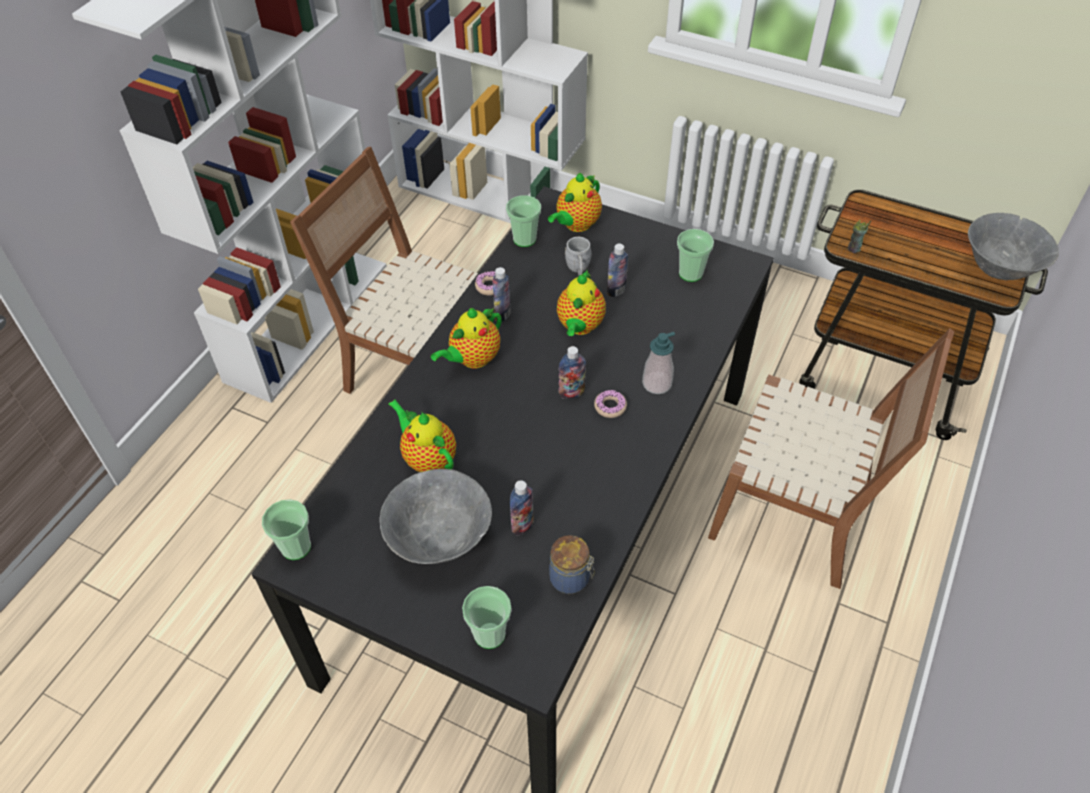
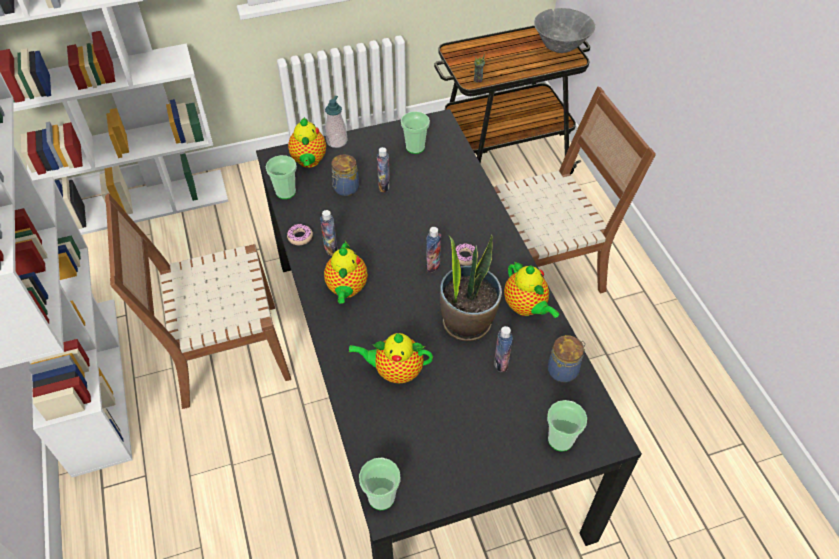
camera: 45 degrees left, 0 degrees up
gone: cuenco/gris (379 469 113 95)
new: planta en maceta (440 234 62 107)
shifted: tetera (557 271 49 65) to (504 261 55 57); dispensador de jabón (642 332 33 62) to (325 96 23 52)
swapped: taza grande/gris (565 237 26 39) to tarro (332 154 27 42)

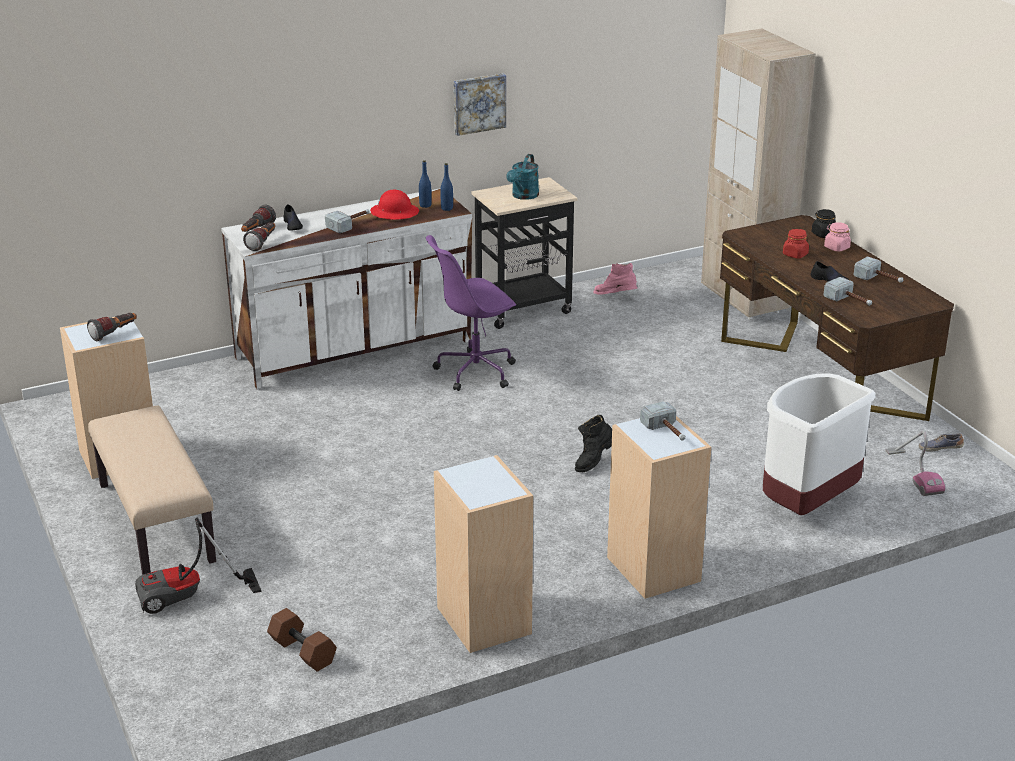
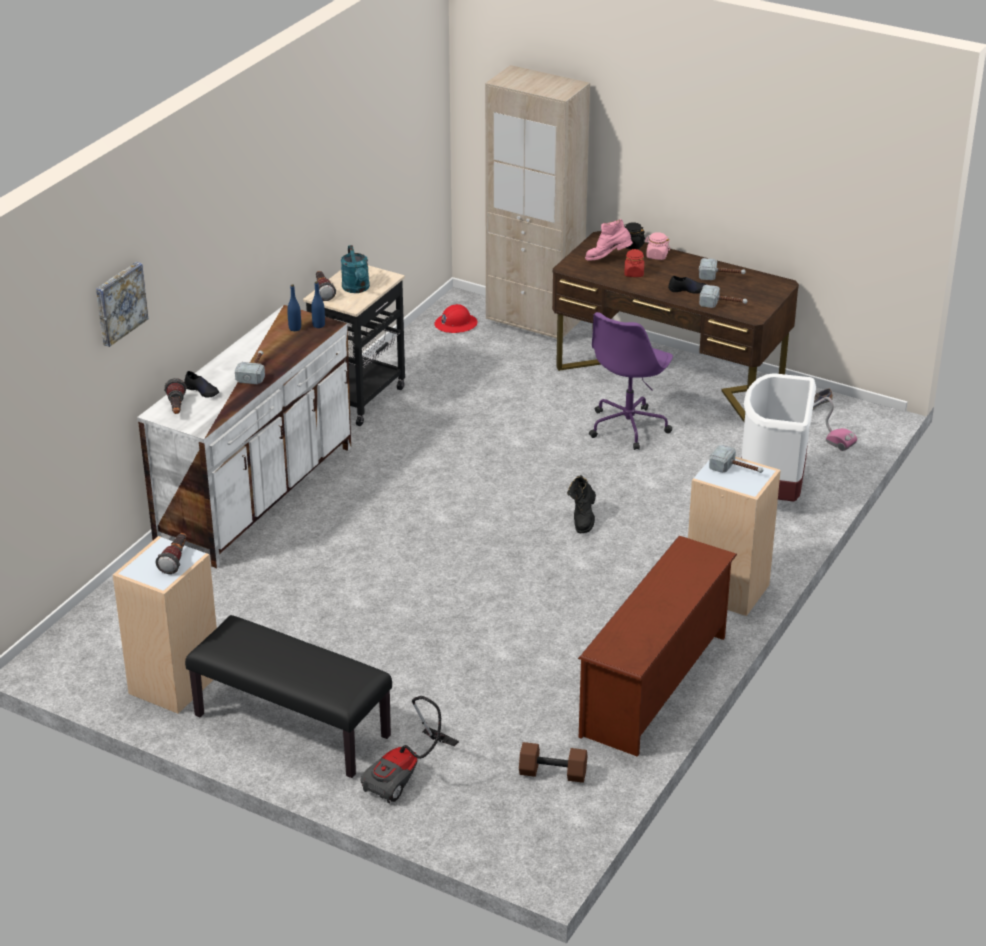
camera: 35 degrees left, 5 degrees up
shifted: cuadro (454 73 52 63) to (96 262 52 85); casco/rojo (370 190 49 30) to (434 304 43 29); linterna (243 223 32 28) to (316 271 20 30); silla de oficina/morado (426 235 90 156) to (589 312 84 138); bota/rosa (593 263 44 32) to (585 219 48 41)
swapped: estantería (434 455 99 198) to zapatero/marrón (578 536 159 221)
repainted: banco/beis (88 405 128 170) to banco/negro (185 615 207 163)

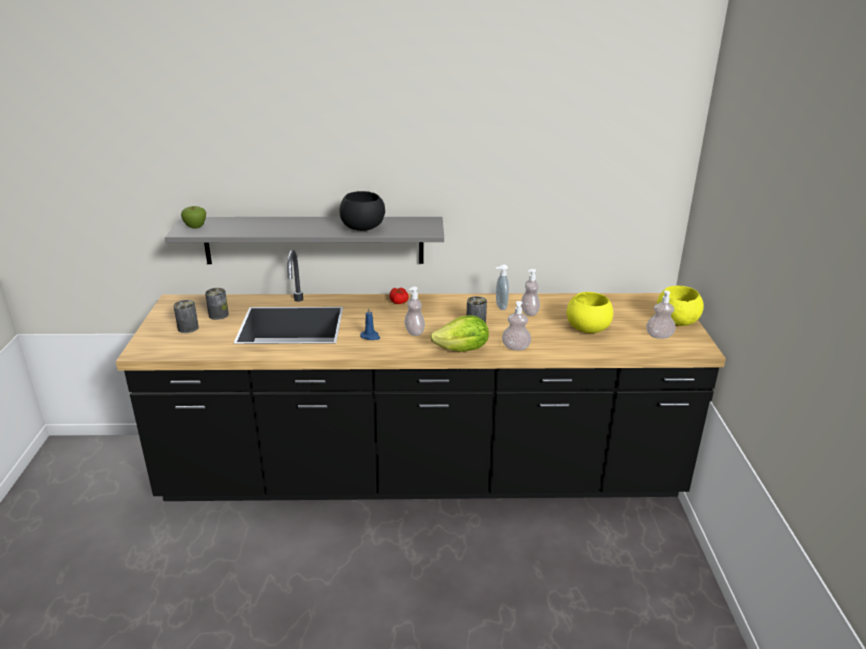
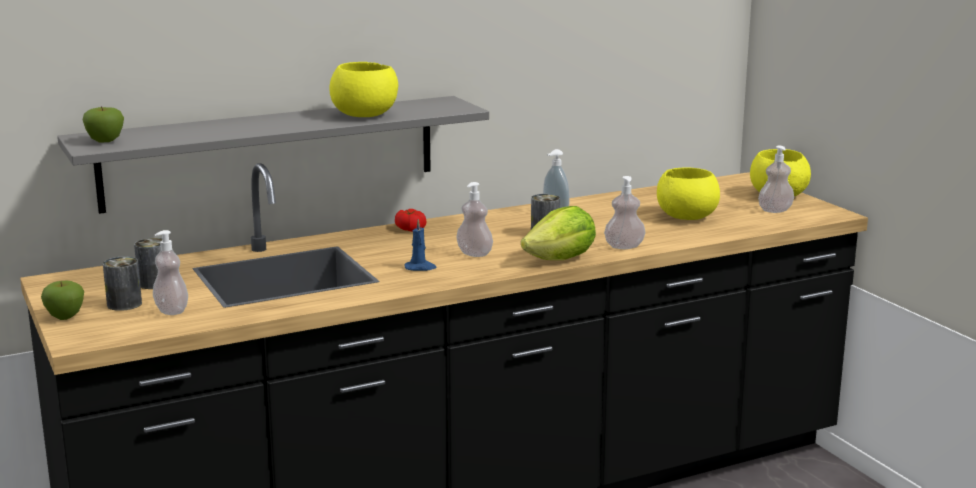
camera: 25 degrees left, 10 degrees down
new: manzana (41 280 43 40)
shifted: dispensador de jabón (521 269 19 47) to (153 230 35 85)
repainted: cuenco/negro (340 191 45 40) to cuenco/amarillo (329 62 69 55)

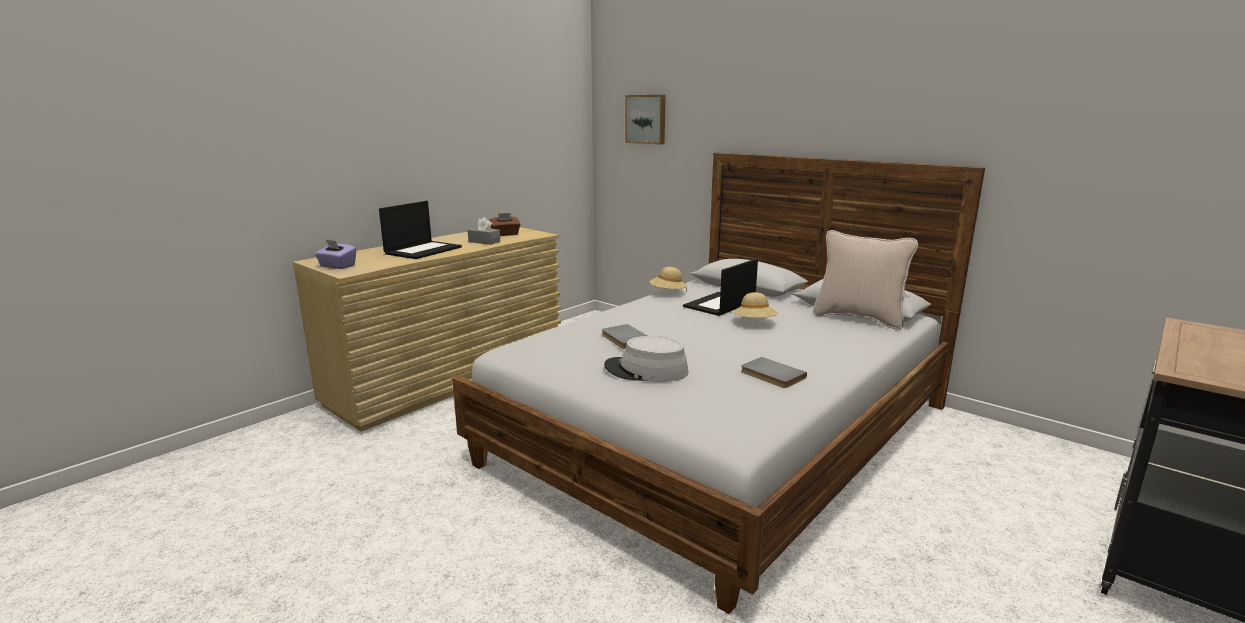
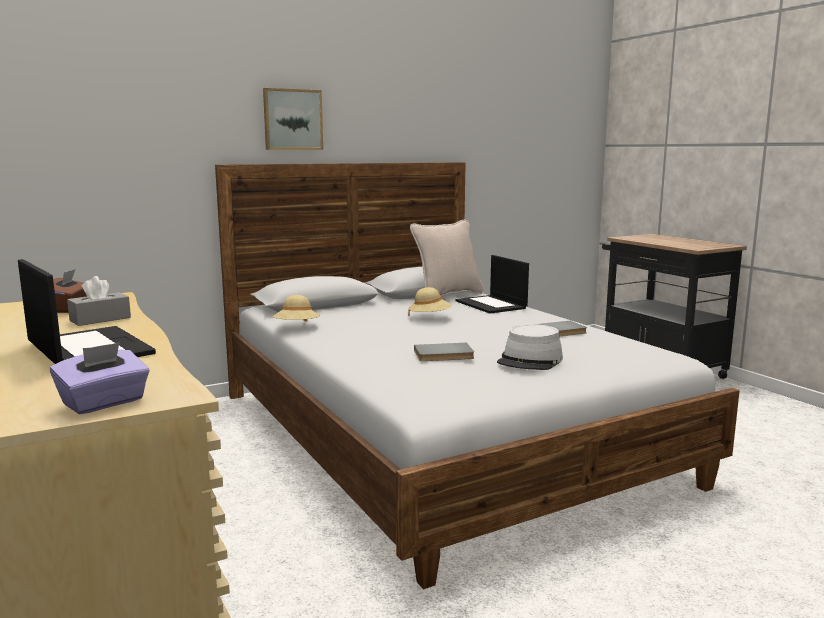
camera: 70 degrees left, 5 degrees down
shifted: cuadro (625 95 41 50) to (263 88 60 62); portátil (683 259 75 57) to (455 255 74 59)

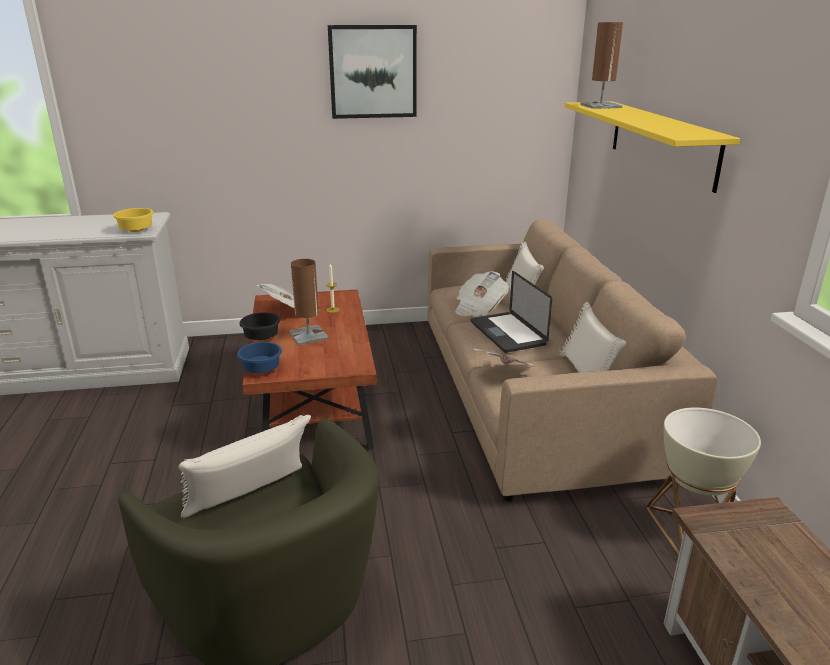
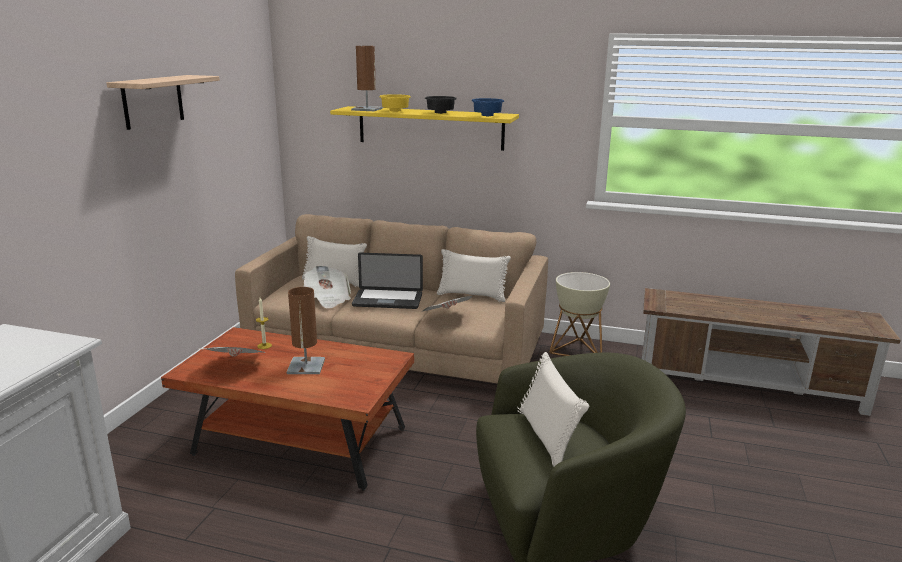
camera: 65 degrees left, 5 degrees down
shifted: cuenco/amarillo (113 208 41 24) to (380 94 31 18); cuenco/negro (239 313 41 27) to (425 96 31 18); cuenco/azul (237 342 45 31) to (472 98 32 18)
swapped: cuadro (328 25 89 94) to estante (106 75 114 55)

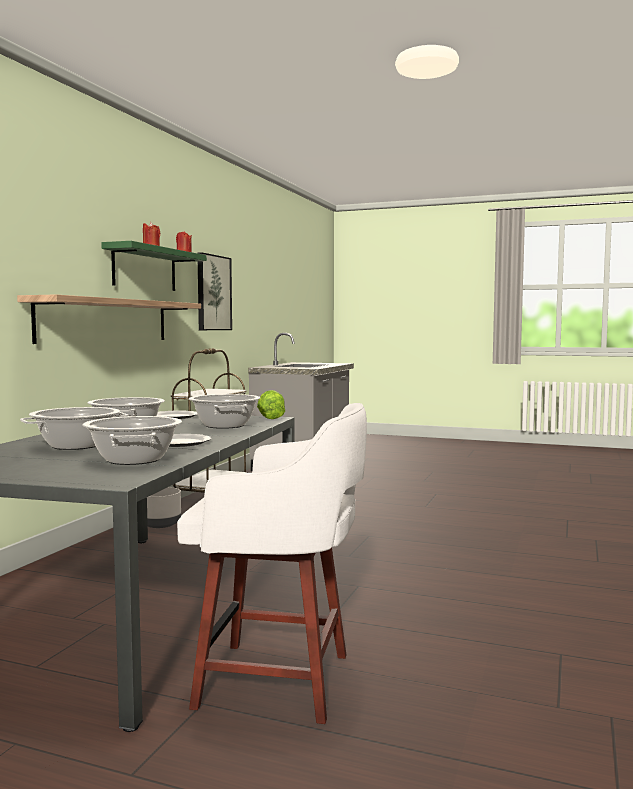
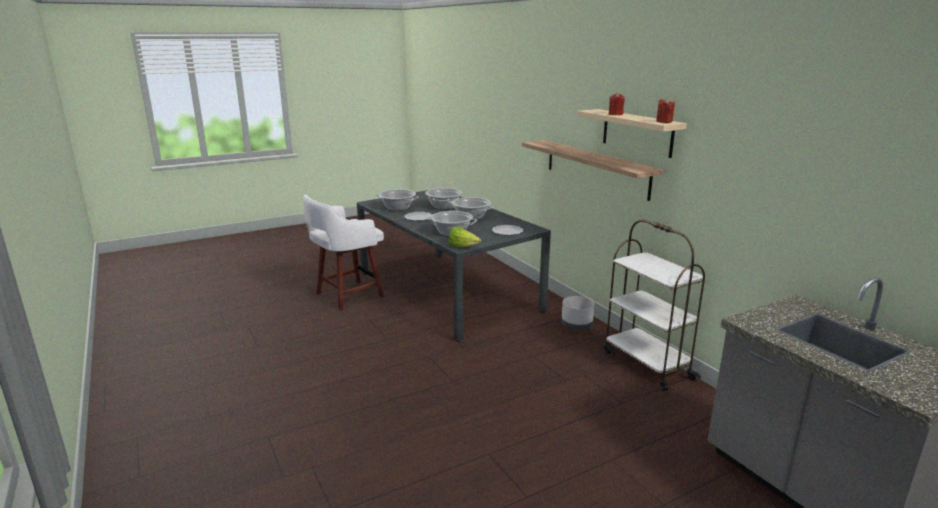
camera: 130 degrees right, 15 degrees up
gone: cuadro (198 252 34 78)
repainted: estante/verde (101 241 106 50) to estante/beis (577 109 110 49)

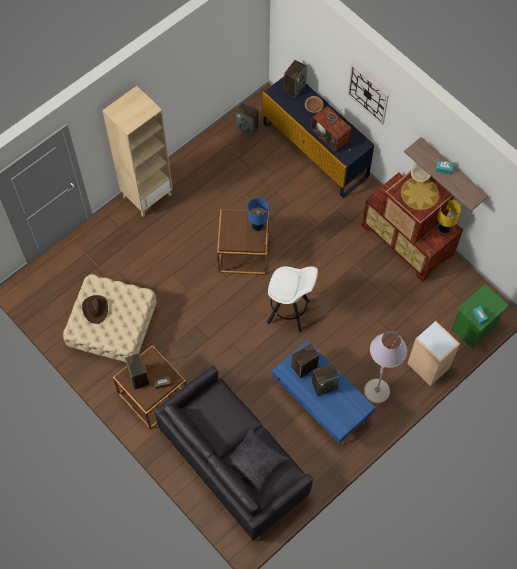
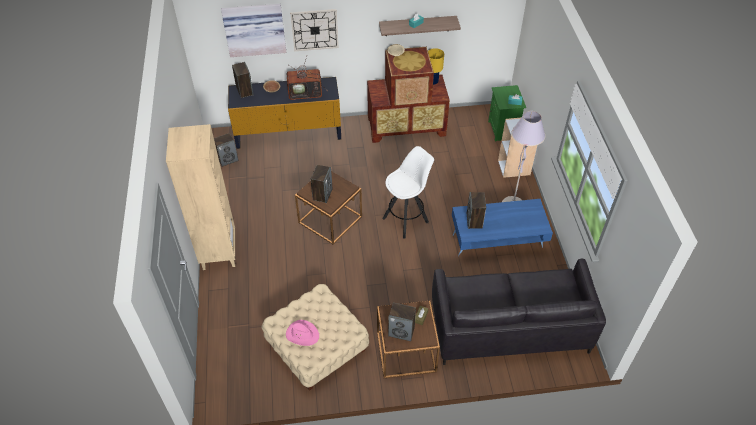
camera: 55 degrees left, 15 degrees down
gone: lámpara de mesa/azul (248 198 20 33); cojín/negro (224 428 64 65)
new: cuadro (221 4 65 53)
shifted: altavoz (312 363 28 33) to (311 165 22 38)
repainted: sombrero/marrón (82 295 26 29) to sombrero/rosa (286 320 33 26)

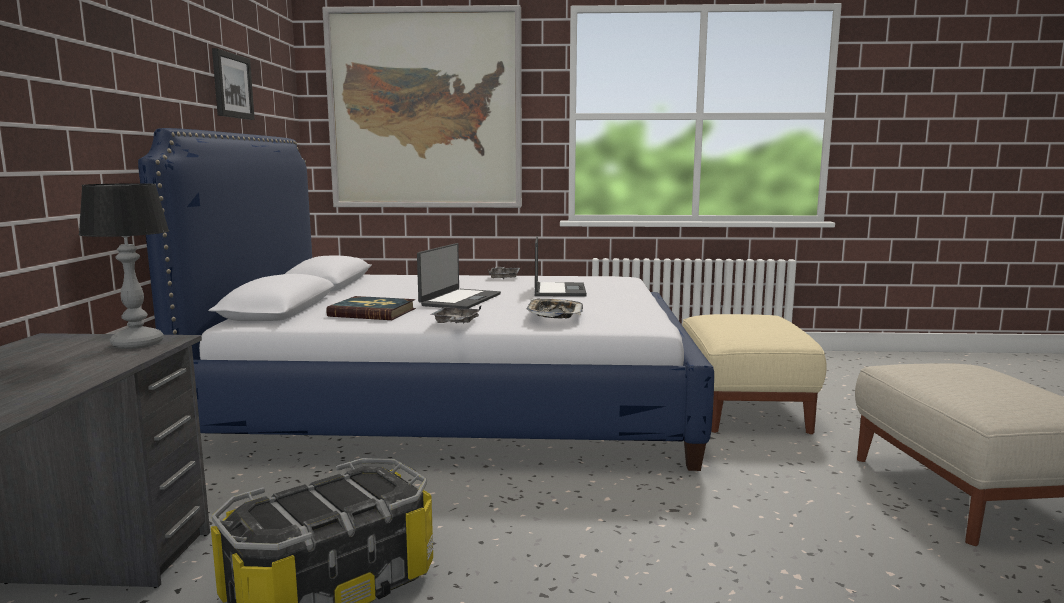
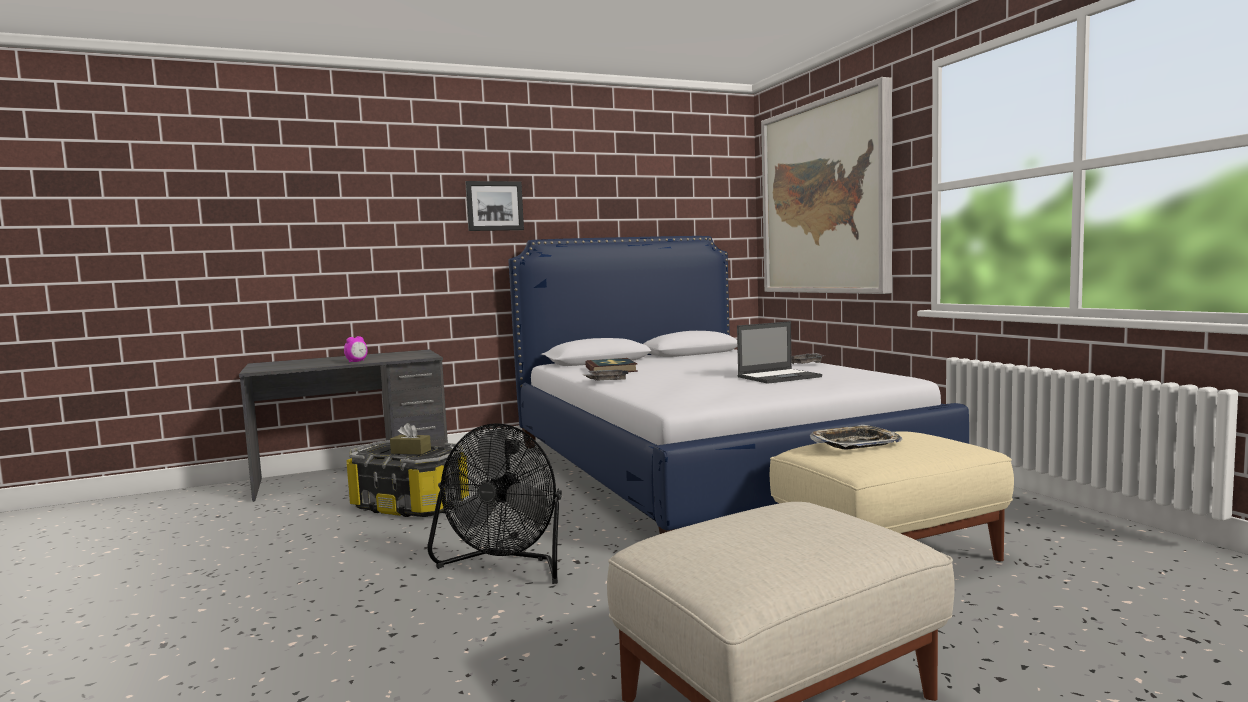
camera: 65 degrees right, 5 degrees down
gone: lámpara de mesa (78 183 91 166); portátil (417 243 84 66)
new: despertador (344 336 24 26); caja de pañuelos/marrón (390 423 41 32); ventilador/negro (427 423 135 161)
shifted: cuadro (212 48 43 72) to (465 181 59 50); bandeja (527 299 56 19) to (810 425 92 24)

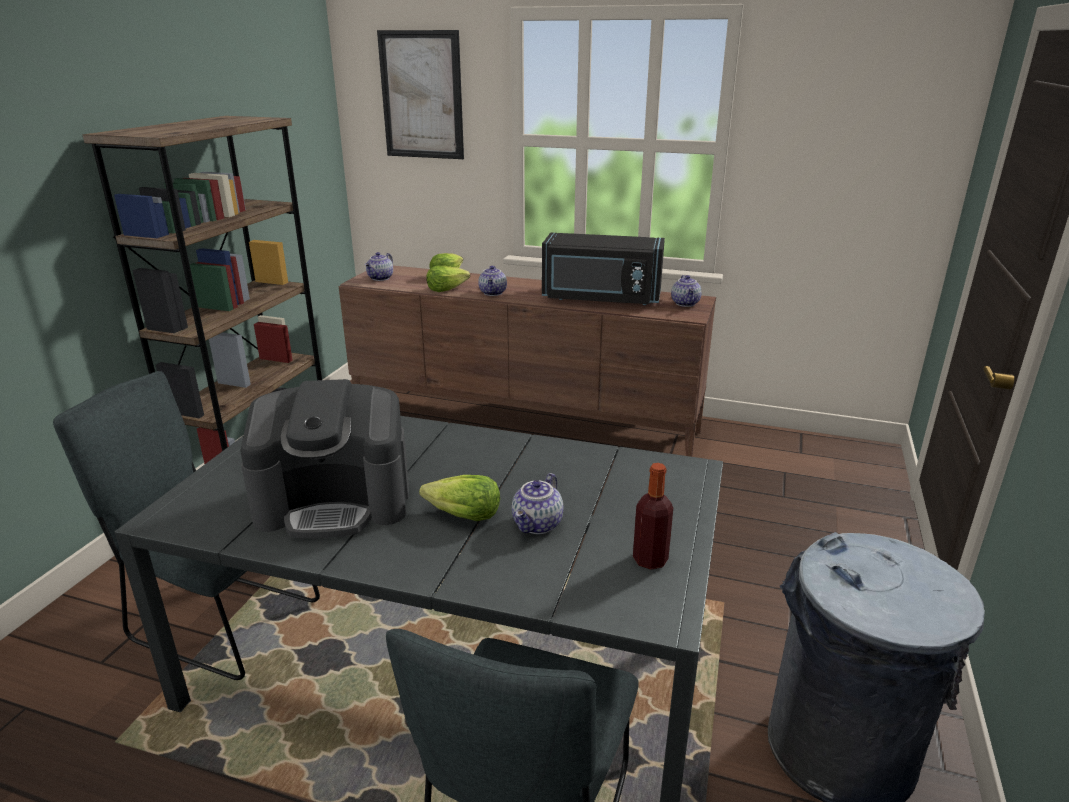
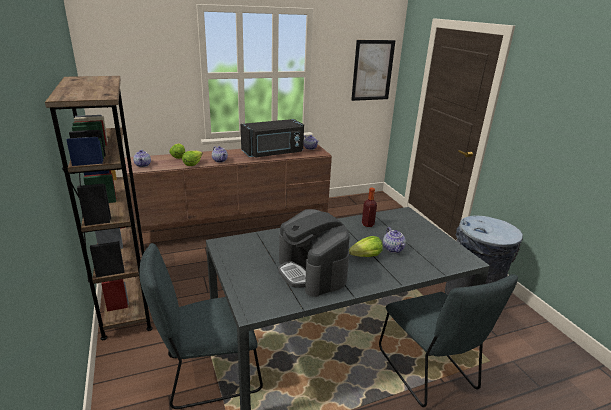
camera: 40 degrees left, 0 degrees up
shifted: cuadro (377 30 87 129) to (351 40 45 61); botella (633 463 40 107) to (362 188 15 39)
rotated: cafetera (240 379 169 159) = (278 209 72 88) 105 degrees clockwise

